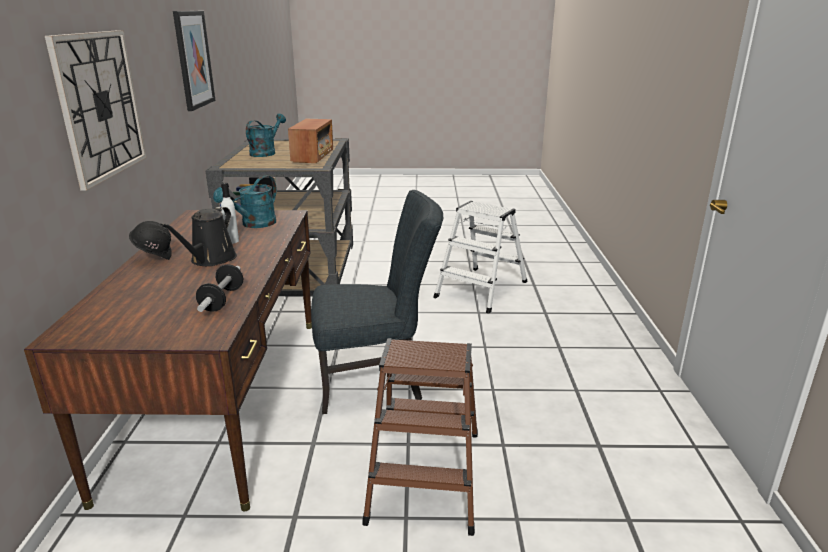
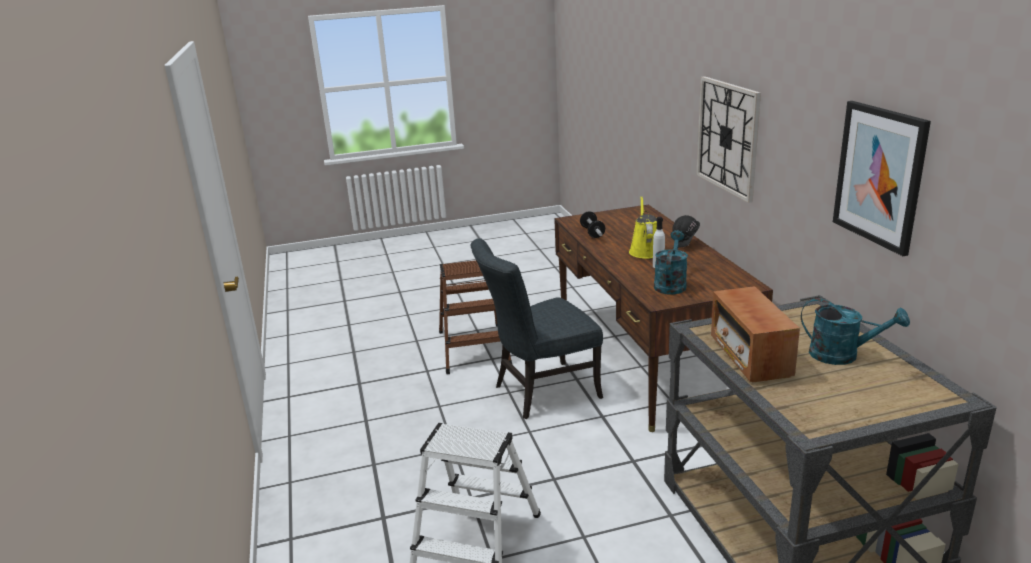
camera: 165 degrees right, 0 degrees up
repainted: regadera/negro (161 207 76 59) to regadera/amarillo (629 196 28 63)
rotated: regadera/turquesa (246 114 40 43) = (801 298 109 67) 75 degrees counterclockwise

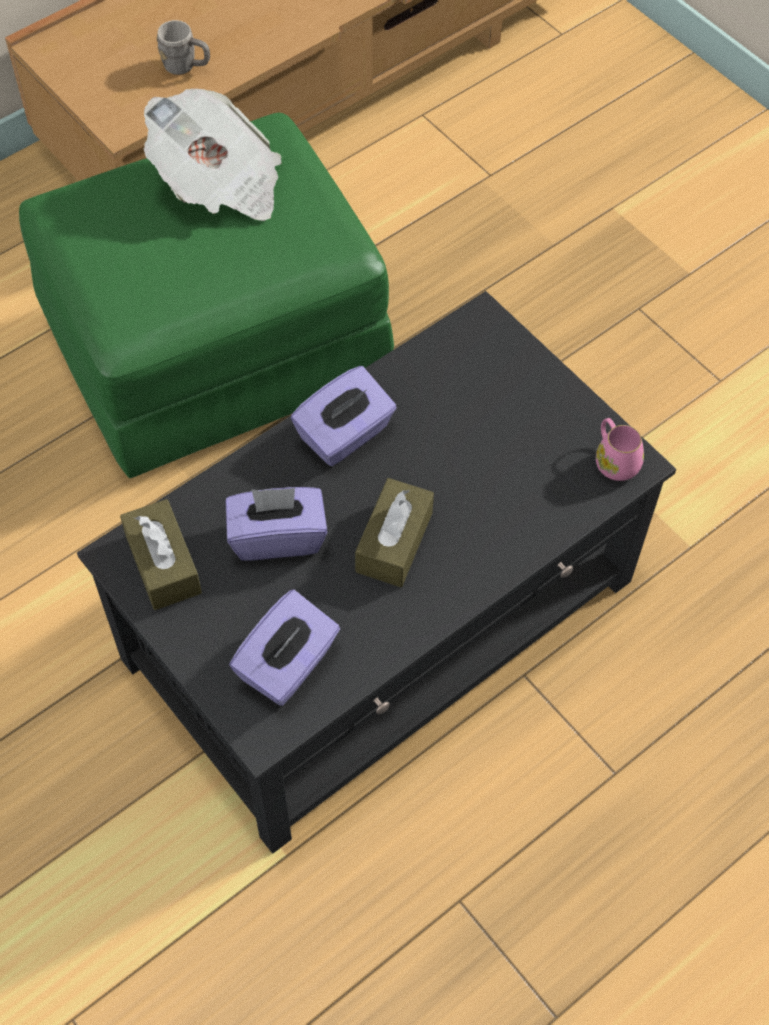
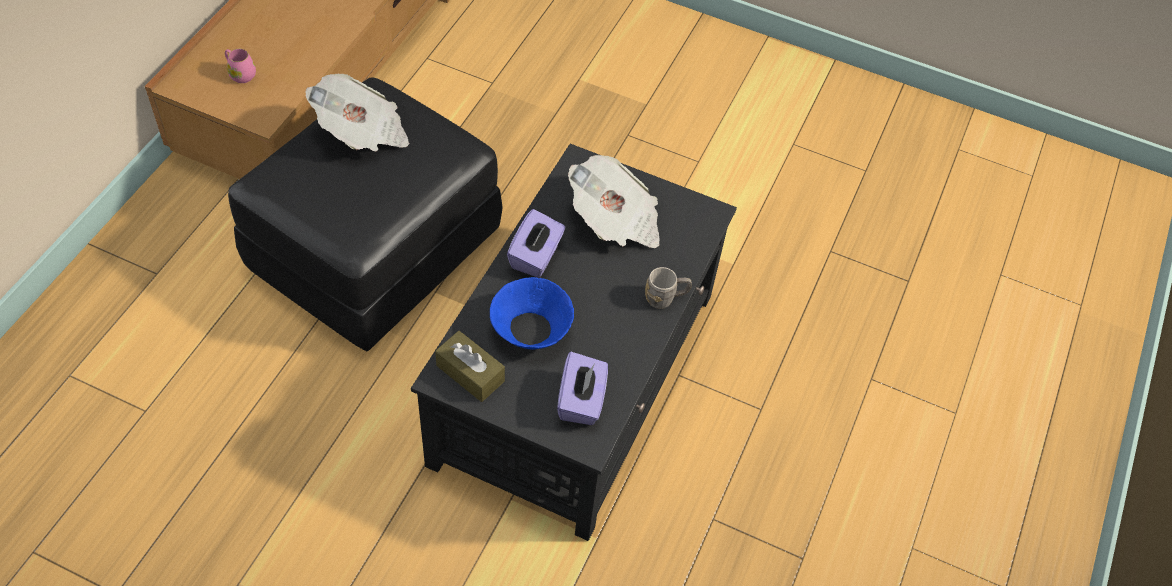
camera: 30 degrees left, 5 degrees down
gone: caja de pañuelos/marrón (355 478 79 109)
new: periódico (568 155 92 93)
shifted: taza grande/gris (157 20 53 55) to (645 267 47 42); taza grande/rosa (596 418 48 63) to (225 49 31 34)
swapped: caja de pañuelos/morado (226 487 102 74) to cuenco/azul (490 277 84 72)
repainted: puf/verde (19 113 375 365) to puf/negro (228 77 275 274)

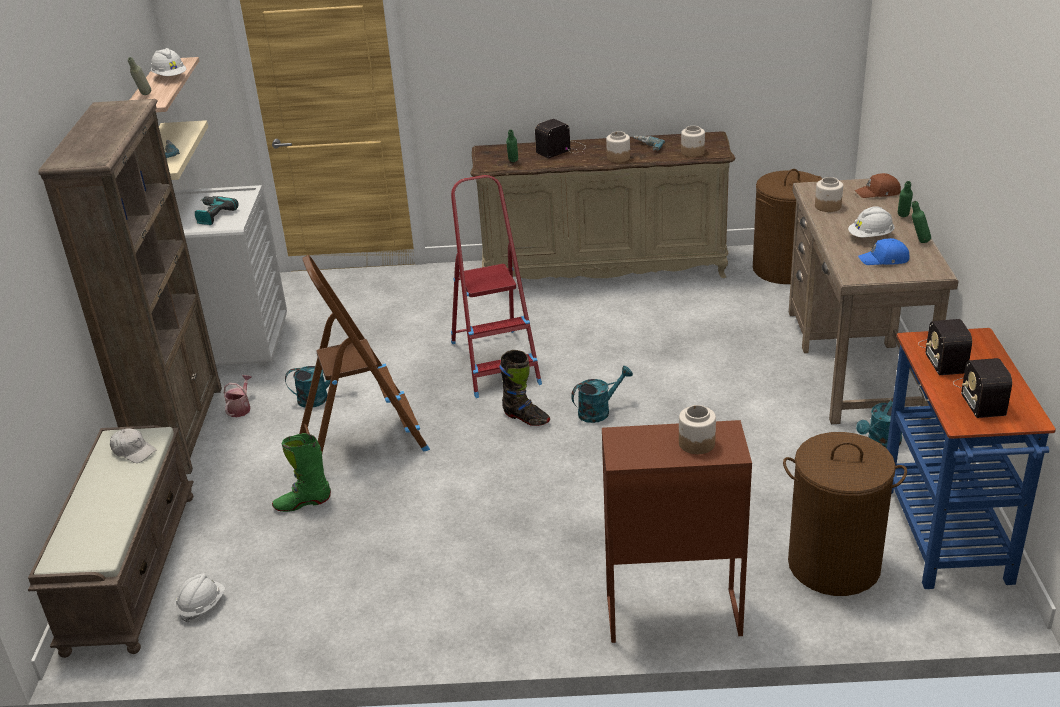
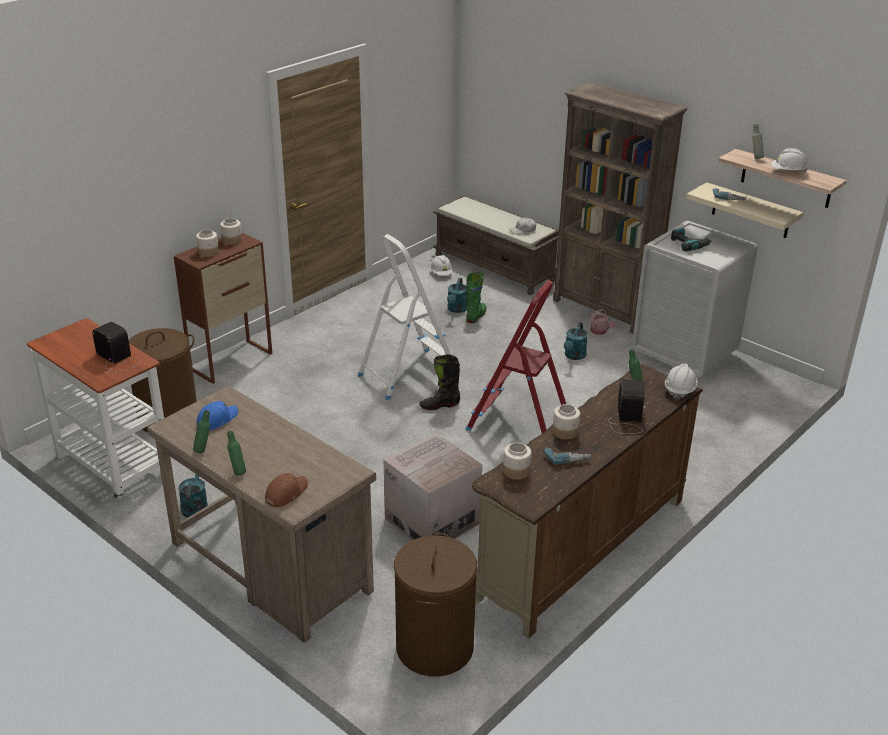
camera: 130 degrees right, 0 degrees up
gone: escalera de tijera/marrón (299 255 131 198); radio (953 358 59 60)
new: escalera de tijera/blanco (358 234 95 166); caja de cartón (384 433 98 107)
shifted: tarro (815 177 28 35) to (220 218 22 27); casco/blanco (848 206 47 32) to (665 364 33 36); regadera/turquesa (571 366 62 57) to (447 278 20 35)
repainted: carrito/azul (887 328 169 261) to carrito/blanco (27 318 137 183)

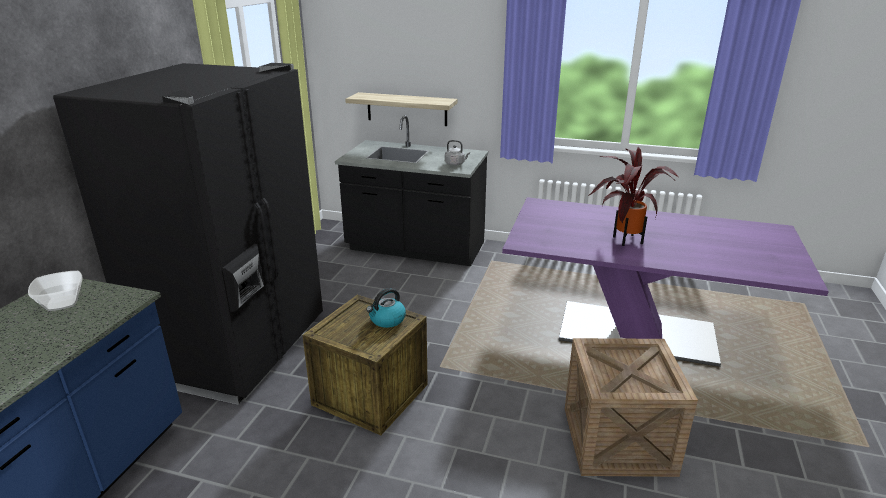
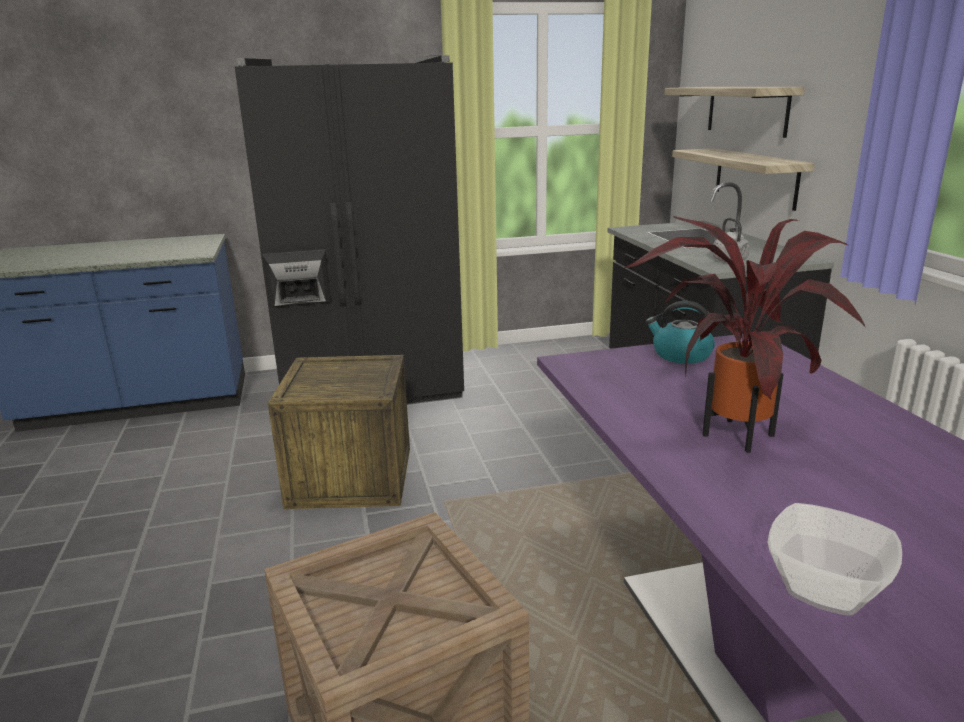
camera: 60 degrees right, 5 degrees down
new: estante (664 87 141 51)
shifted: cuenco (28 271 54 40) to (768 503 134 113); hervidor (366 288 40 40) to (646 301 69 63)

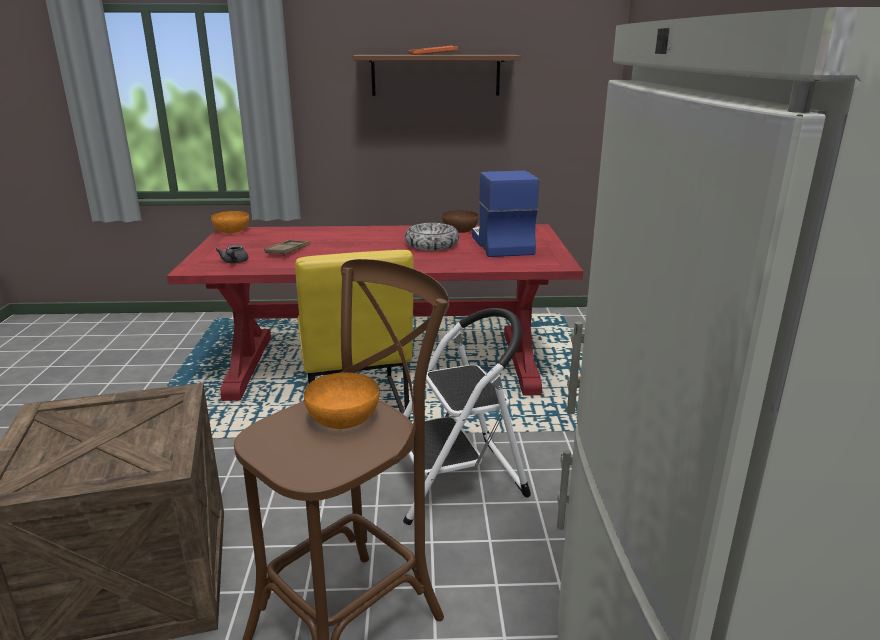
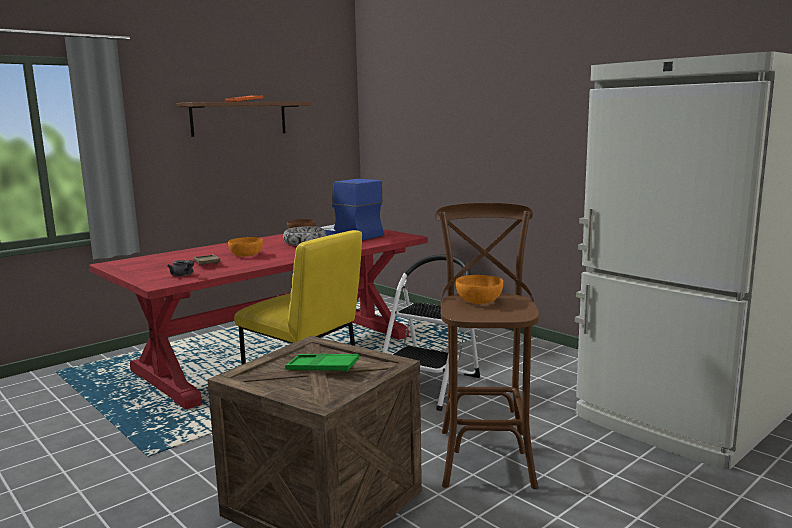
camera: 40 degrees left, 10 degrees down
new: bandeja/verde (285 354 74 18)
shifted: cuenco/naranja (211 211 38 22) to (228 237 35 20)

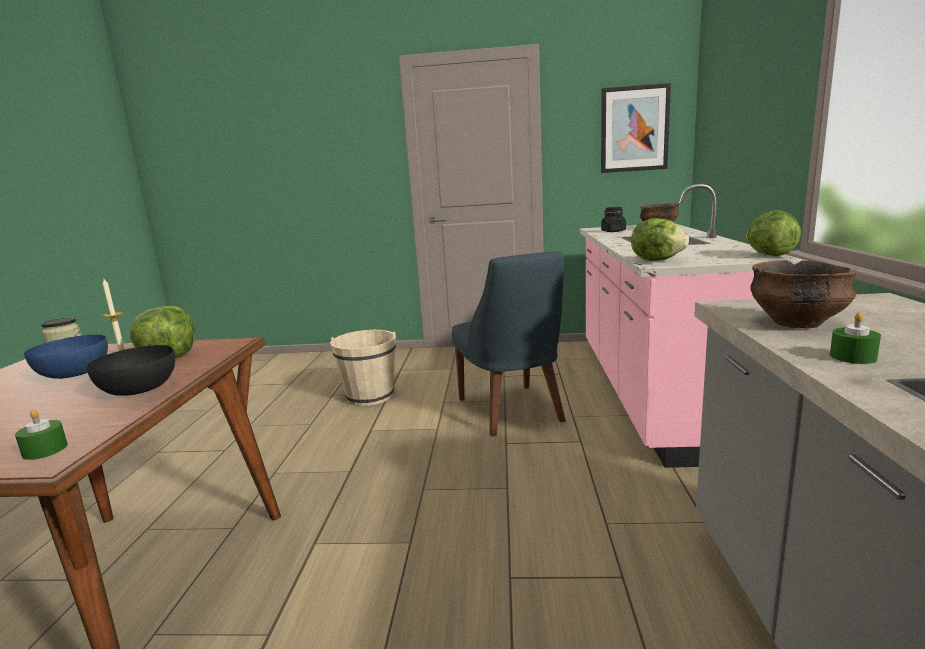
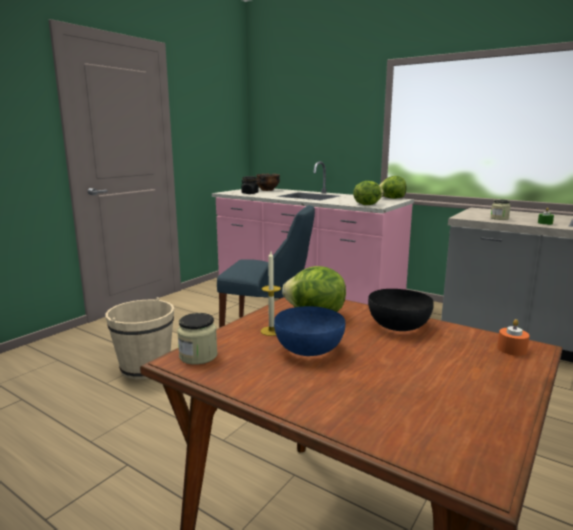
camera: 60 degrees left, 0 degrees up
gone: cuadro (601 83 70 90)
swapped: cuenco (750 260 107 68) to tarro (491 200 20 20)
repainted: vela/verde (15 410 53 50) to vela/naranja (497 319 33 37)

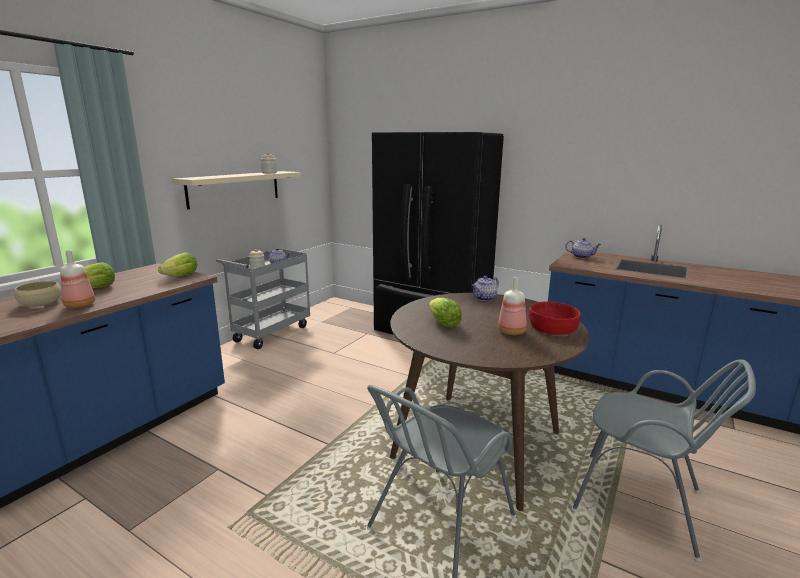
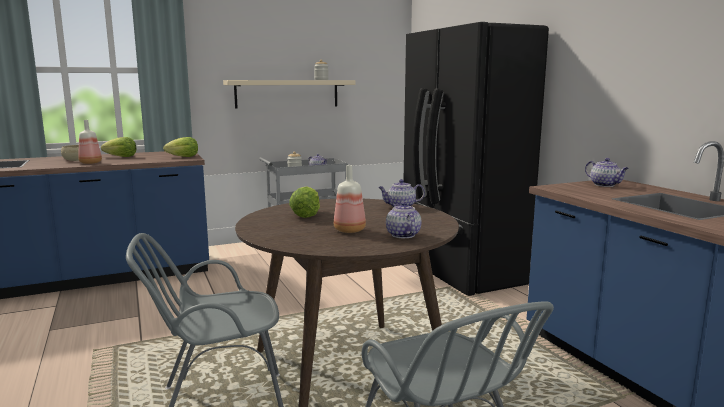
camera: 35 degrees right, 5 degrees down
swapped: cuenco/rojo (529 301 52 34) to tetera (386 202 35 36)

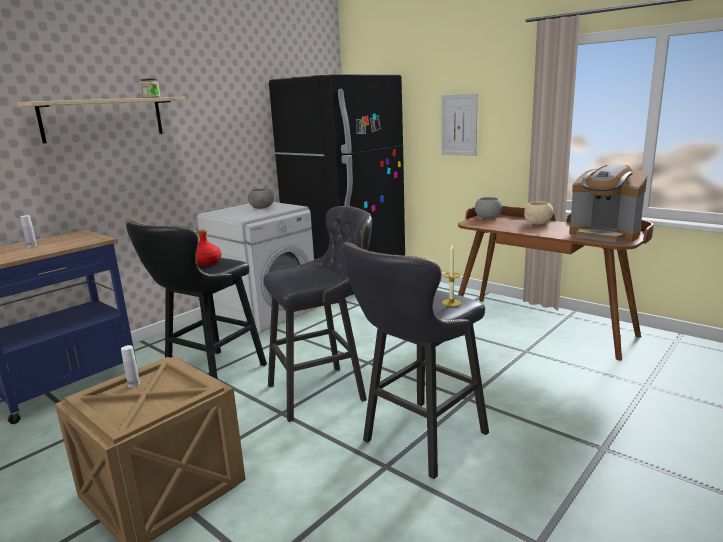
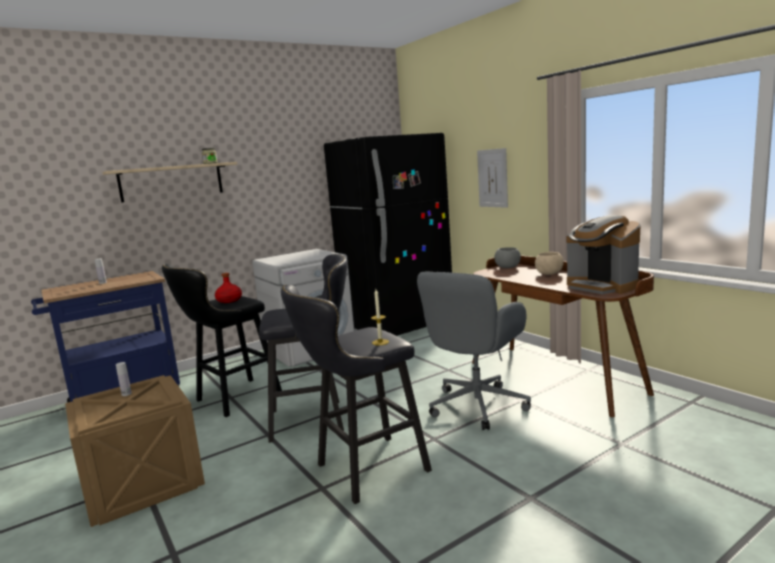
camera: 15 degrees right, 5 degrees down
gone: cuenco/gris (248 188 26 21)
new: silla de oficina/gris (417 272 114 158)

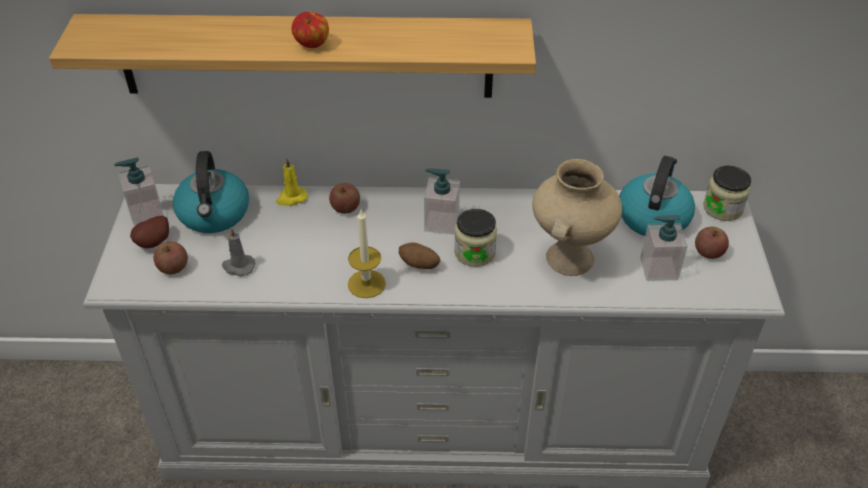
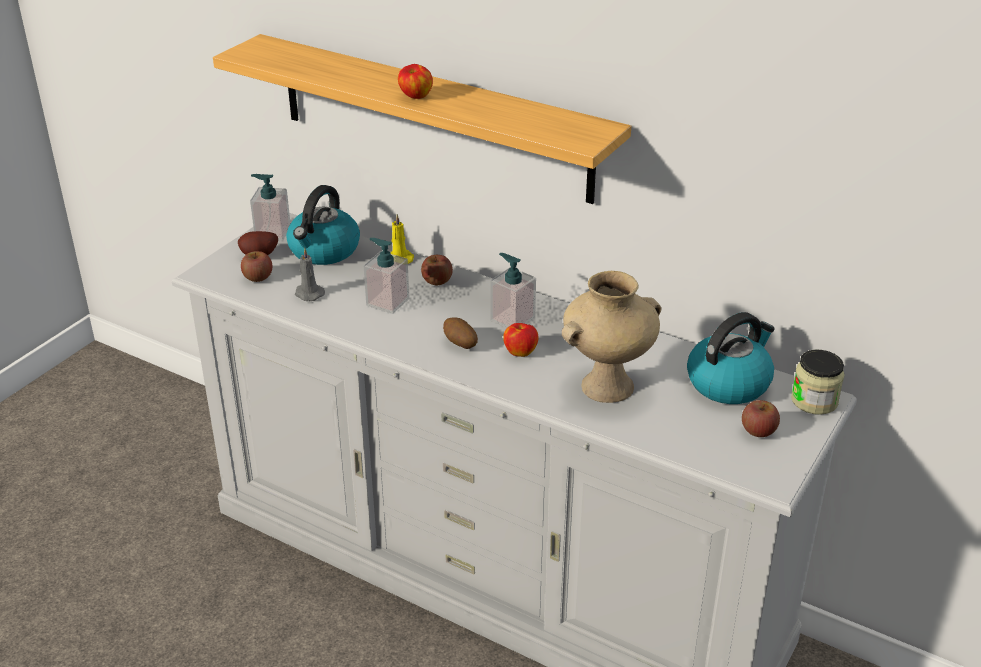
camera: 30 degrees right, 10 degrees down
gone: vela (348 210 38 88)
shifted: dispensador de jabón (640 215 48 66) to (364 238 45 76)
swapped: tarro (454 209 43 58) to manzana (503 323 35 34)

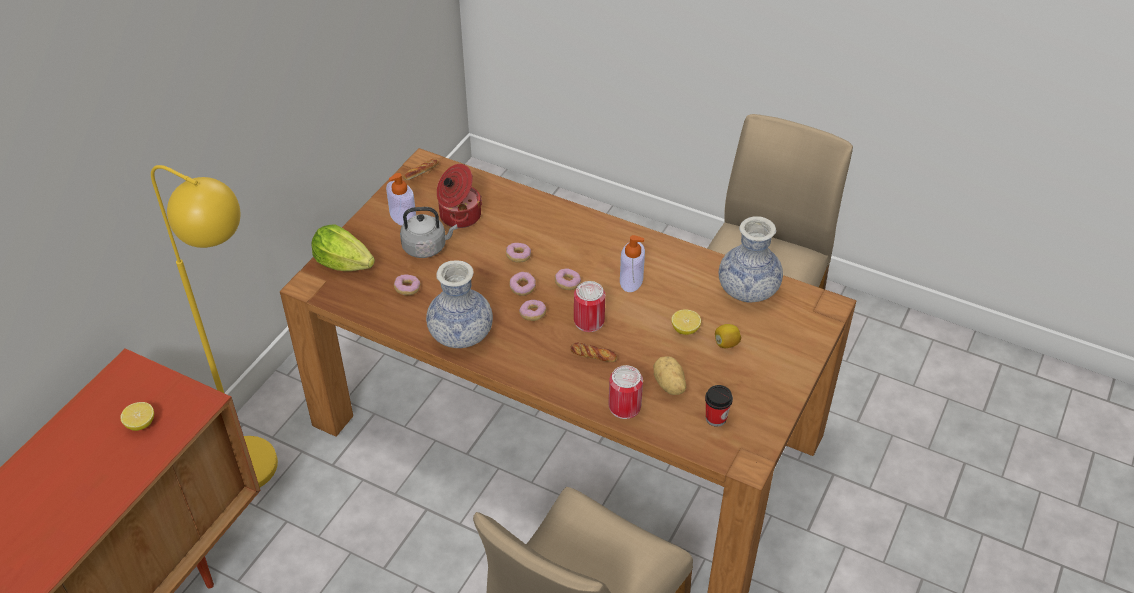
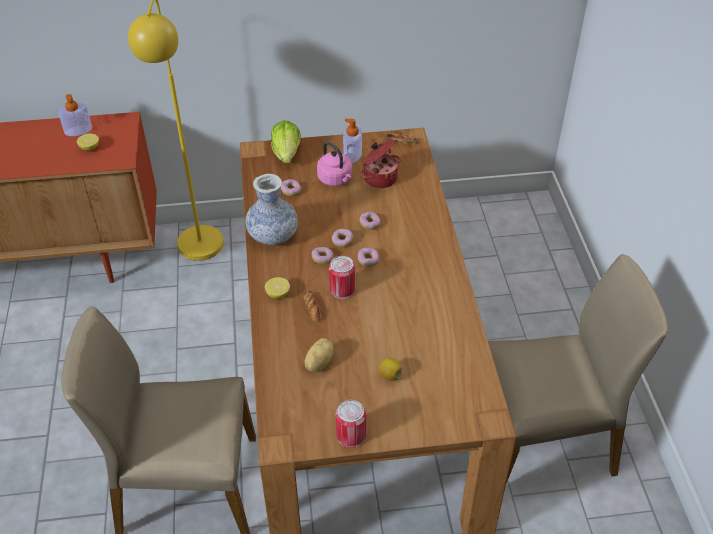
camera: 55 degrees right, 0 degrees up
gone: florero (719 216 64 87); taza (705 385 28 42)
shifted: dispensador de jabón (620 235 25 57) to (58 94 34 42); limón (671 309 30 26) to (265 277 25 22); lata (609 365 34 54) to (336 400 30 48)
repainted: hervidor/gris (400 207 58 51) to hervidor/rosa (317 141 35 45)

